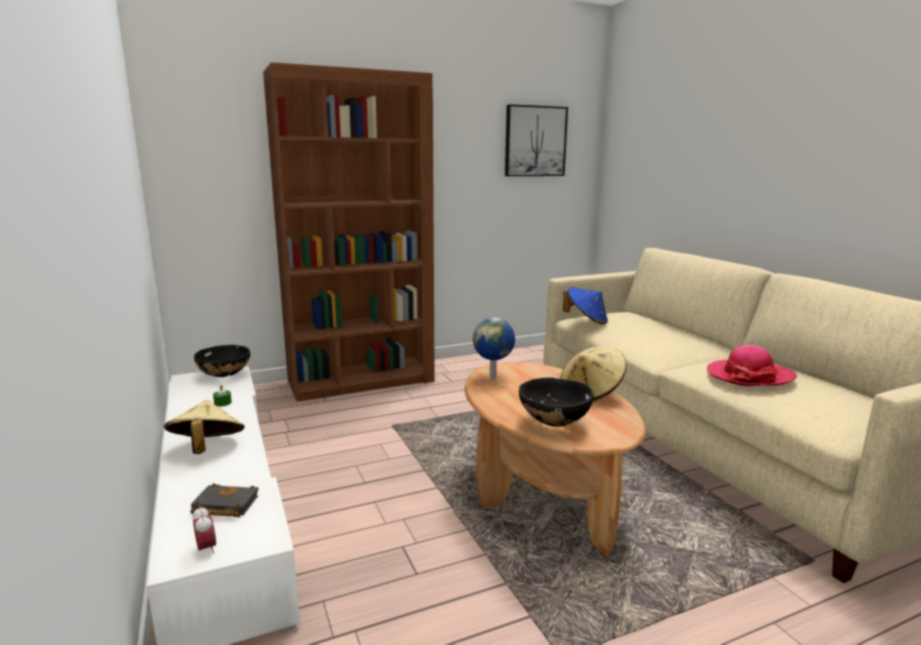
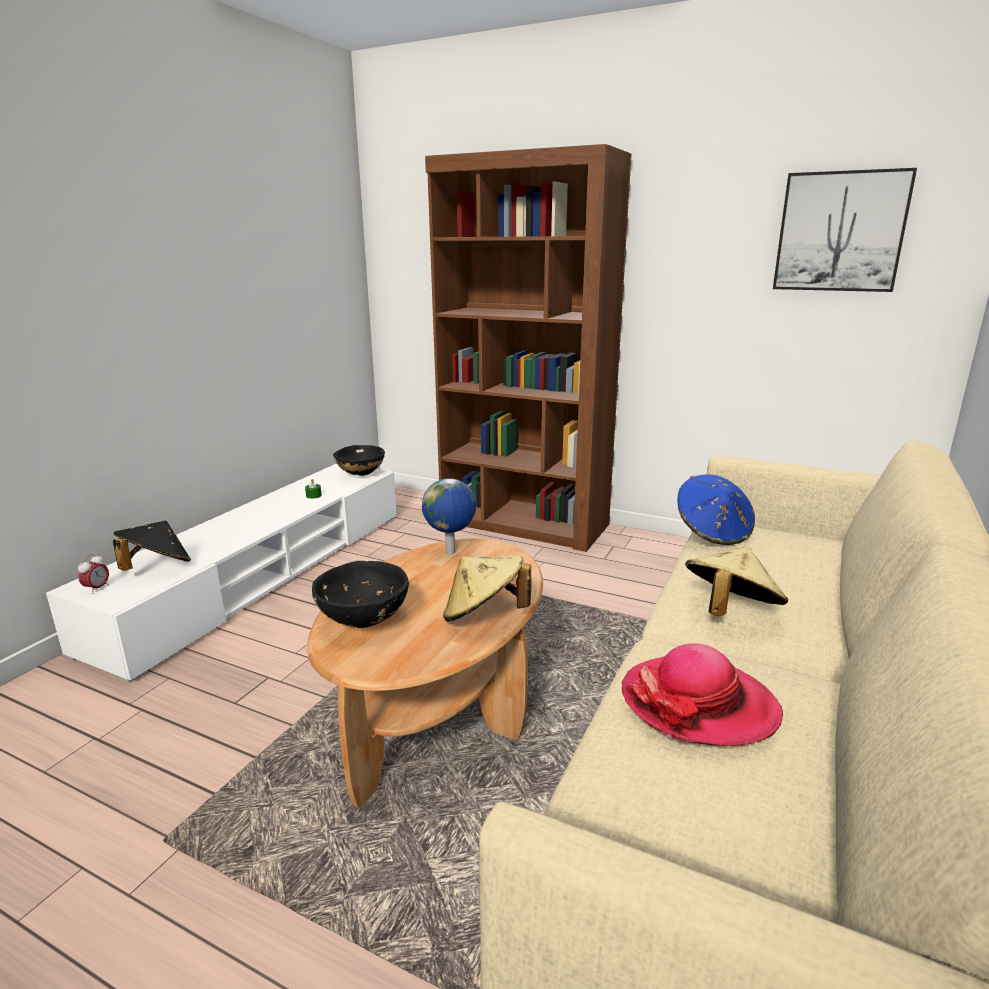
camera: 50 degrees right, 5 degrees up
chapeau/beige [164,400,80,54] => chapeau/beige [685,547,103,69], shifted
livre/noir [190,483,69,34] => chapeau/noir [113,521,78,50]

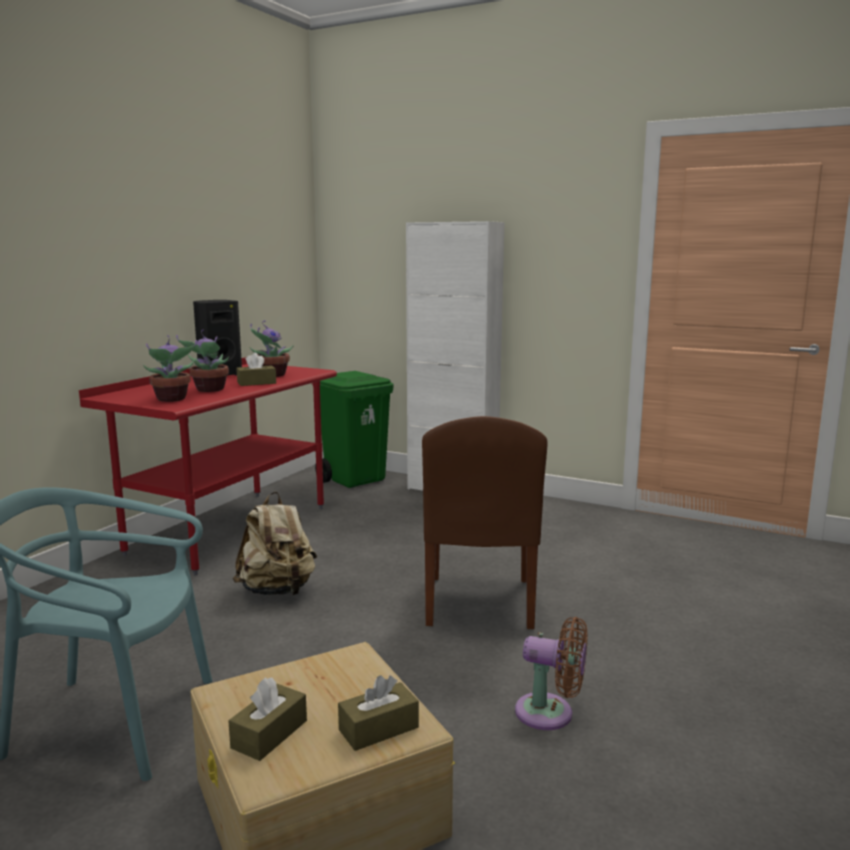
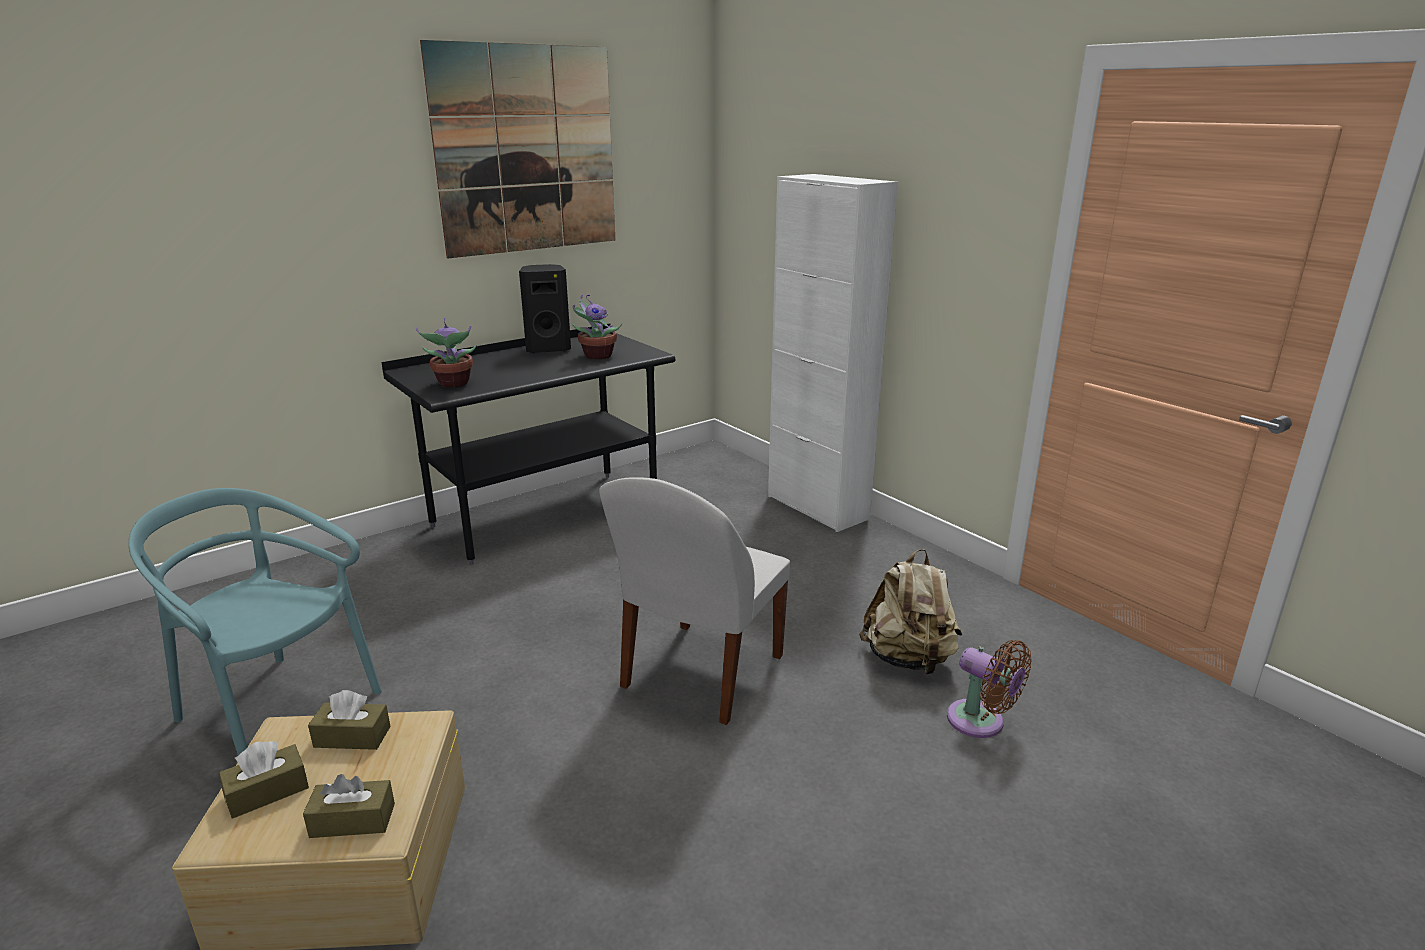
camera: 25 degrees right, 10 degrees up
plante en pot [176,329,53,63] => nothing
boîte à mouchoirs/marron [237,353,39,33] => boîte à mouchoirs/marron [308,690,83,60], shifted
bureau/rouge [79,357,258,218] => bureau/noir [381,324,294,241]
poubelle/vert [315,371,79,117] => nothing
chaise/marron [422,416,126,213] => chaise/blanc [599,477,191,248]
sac à dos/beige [233,492,84,103] => sac à dos/beige [859,549,103,125], shifted
ventilateur/marron [515,617,73,113] => ventilateur/marron [947,640,85,98], shifted
nothing => tableau [420,40,195,218]

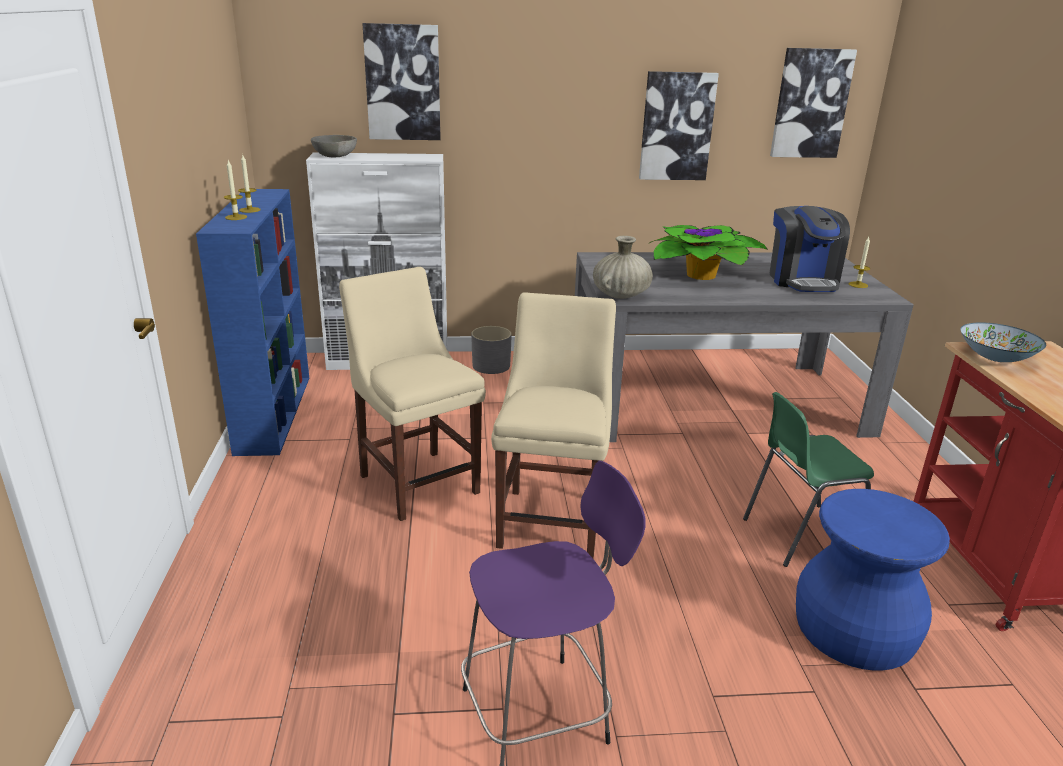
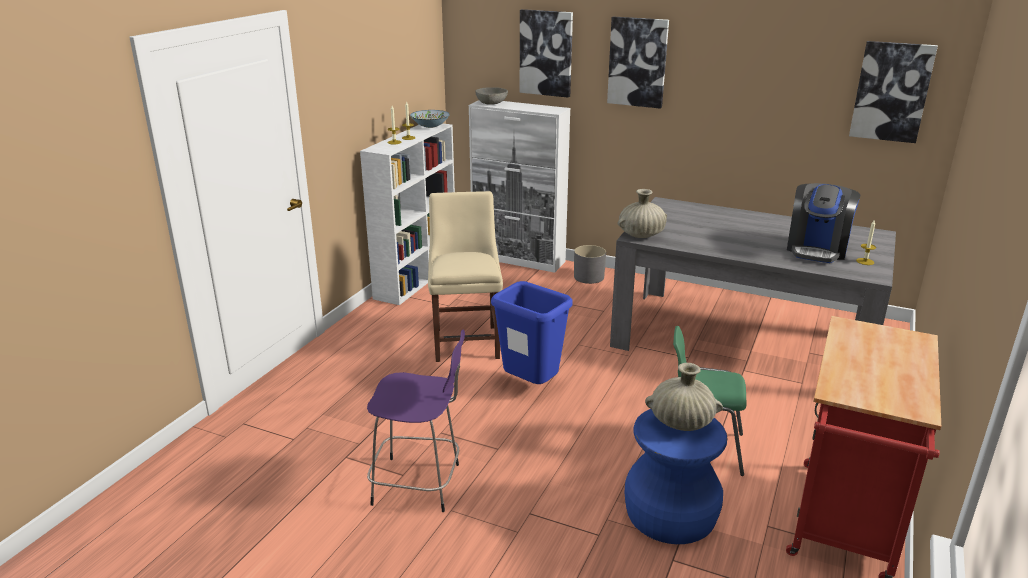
camera: 30 degrees right, 0 degrees up
tableau [639,71,80,109] => tableau [607,16,62,93], shifted
bibliothèque/bleu [196,189,113,267] => bibliothèque/blanc [360,123,95,182]
plante en pot [648,225,120,55] => nothing
chaise/beige [491,292,125,267] => poubelle/bleu [491,281,82,103]
bol [960,322,86,40] => bol [410,110,40,18], shifted
nothing => vase/beige [645,363,78,68]

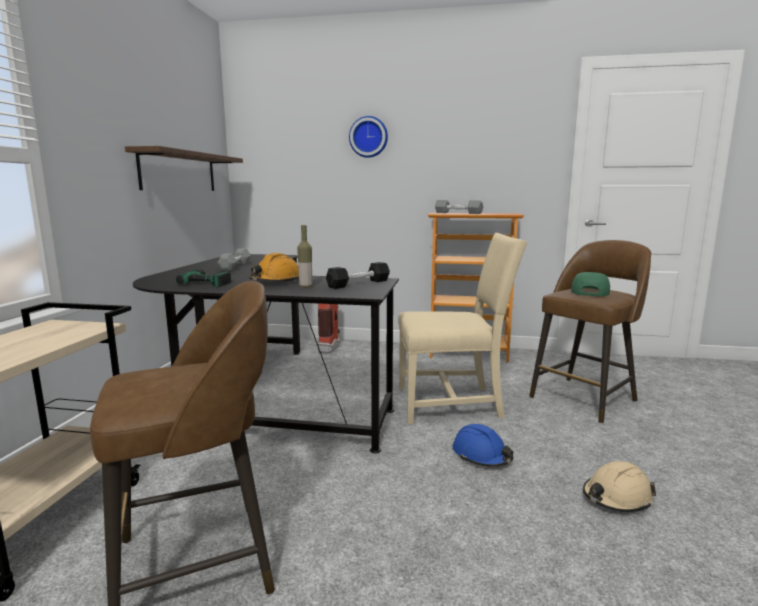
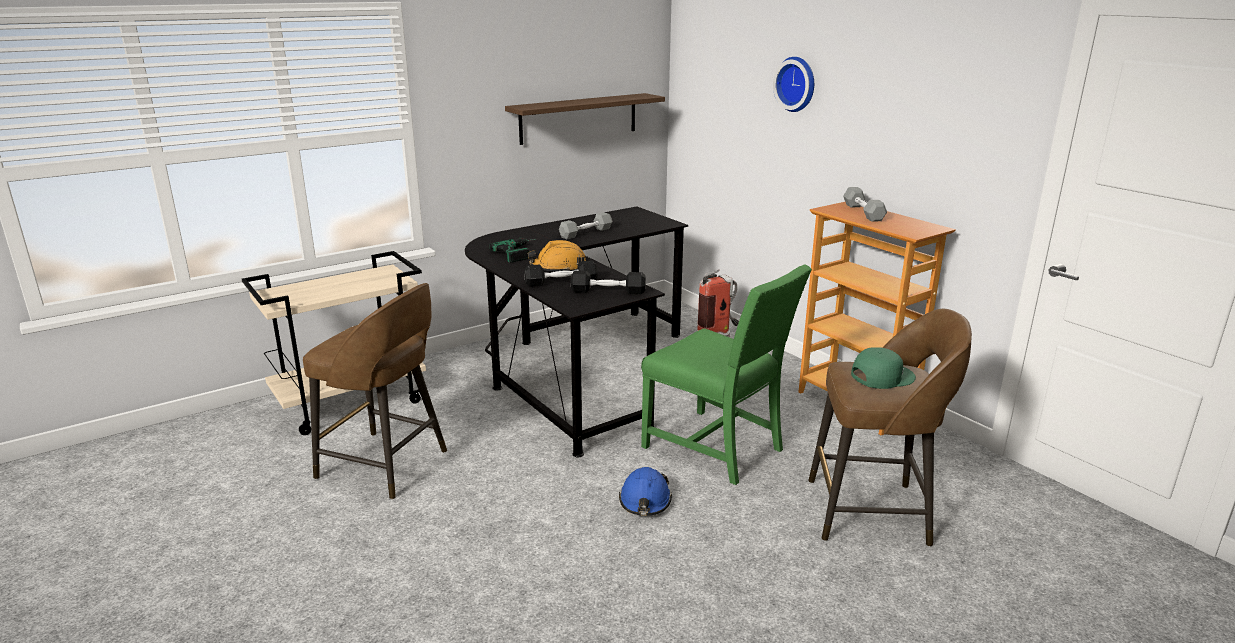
camera: 45 degrees right, 10 degrees up
bouteille [297,225,15,63] => haltère/noir [524,260,74,27]
chaise/beige [398,233,129,191] => chaise/vert [641,264,171,221]
casque de chantier/beige [583,461,73,51] => nothing

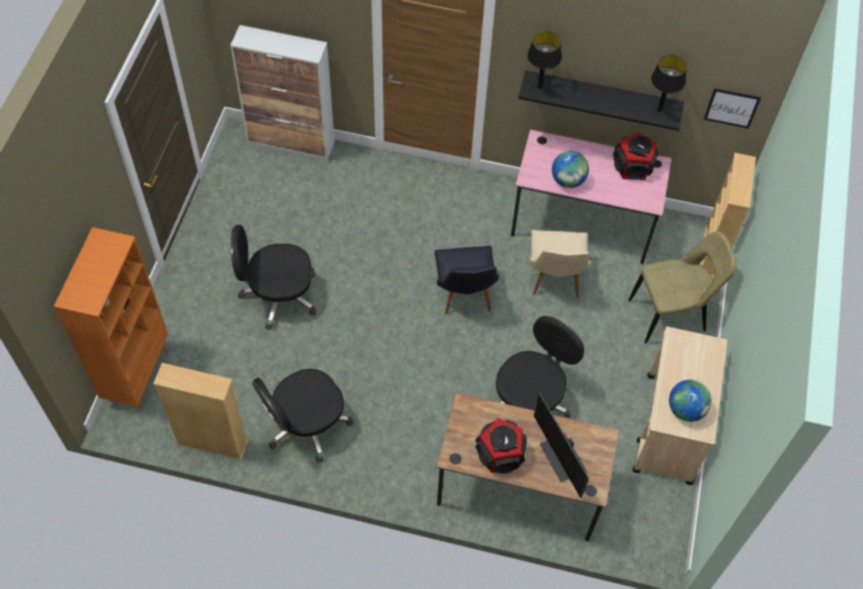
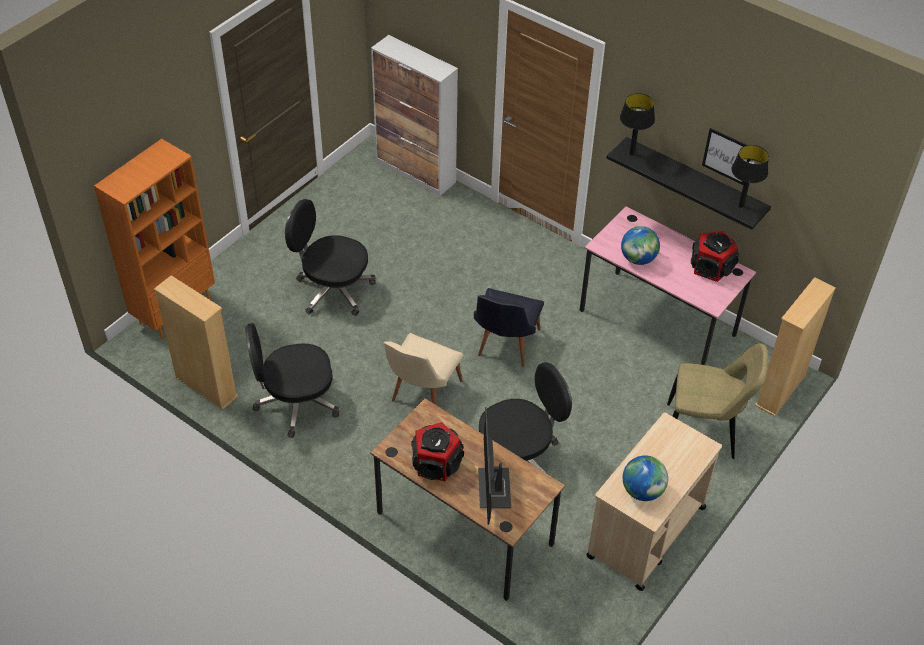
camera: 25 degrees right, 10 degrees down
tableau [704,88,57,41] => tableau [702,128,49,57], shifted
chaise/beige [529,230,62,67] => chaise/beige [384,333,79,72], shifted

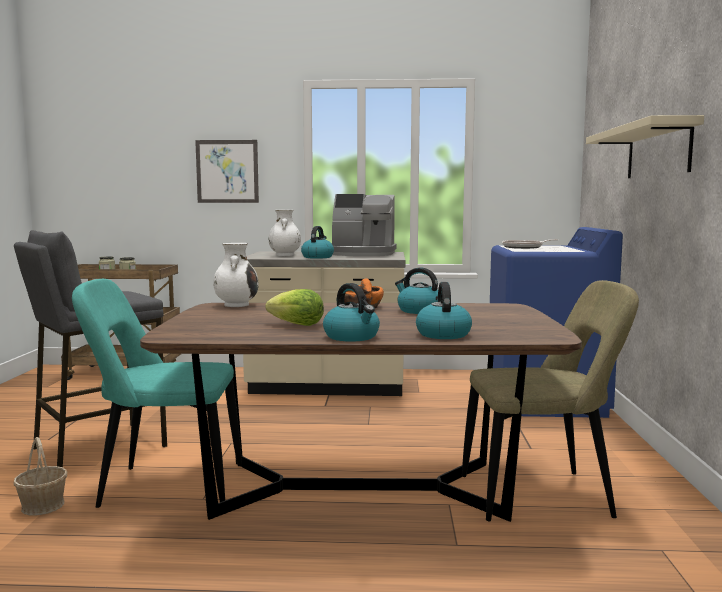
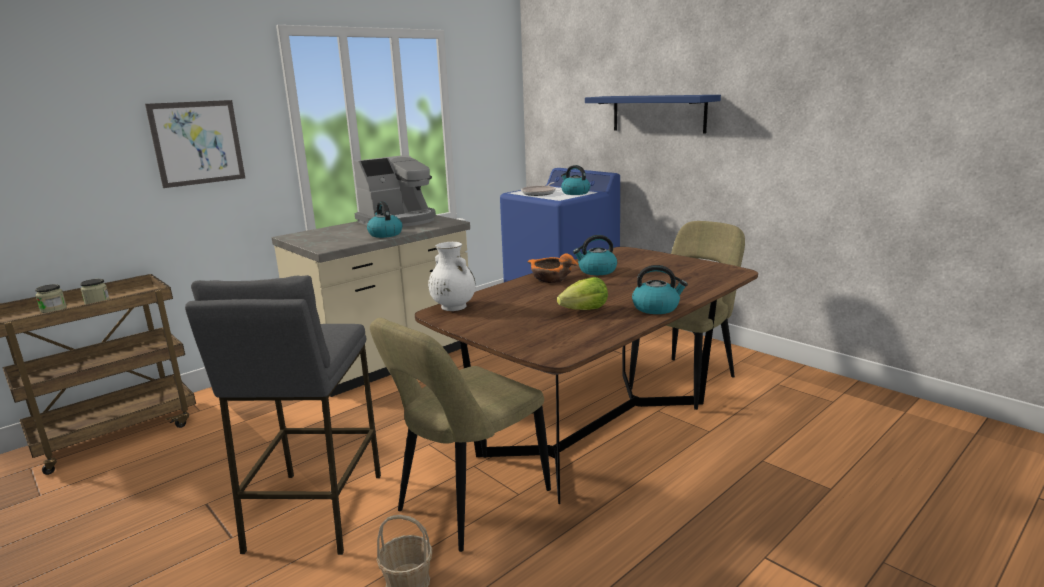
camera: 45 degrees left, 10 degrees up
étagère/beige [586,115,118,63] => étagère/bleu [585,95,136,39]
vase/blanc [269,210,32,46] => nothing
chaise/turquoise [72,279,170,229] => chaise/beige [370,318,181,234]
bouilloire [416,282,56,57] => bouilloire [561,165,29,30], shifted

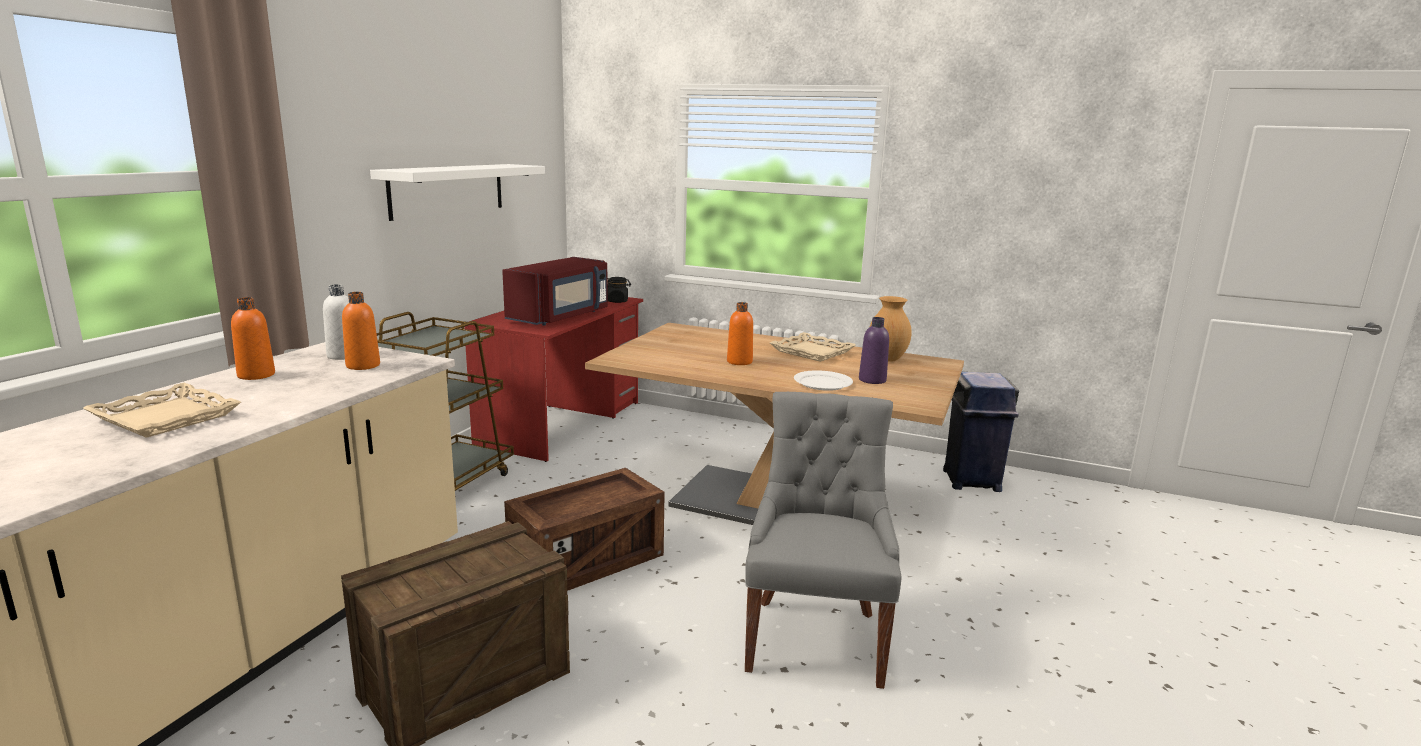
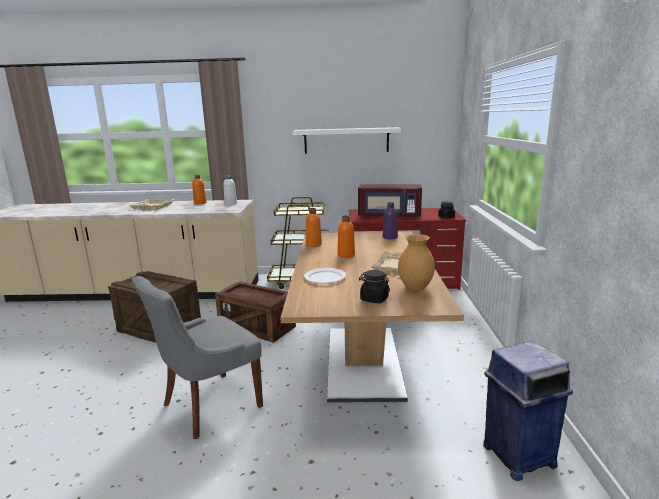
camera: 70 degrees right, 0 degrees up
bouteille/orange [342,292,38,78] => bouteille/orange [306,208,16,39], shifted
bouteille/violet [859,317,30,67] => bouteille/violet [383,202,15,37], shifted
chaise/gris [745,392,157,297] => chaise/gris [132,276,131,163], 150 degrees clockwise
nothing => bocal/noir [359,270,31,33]

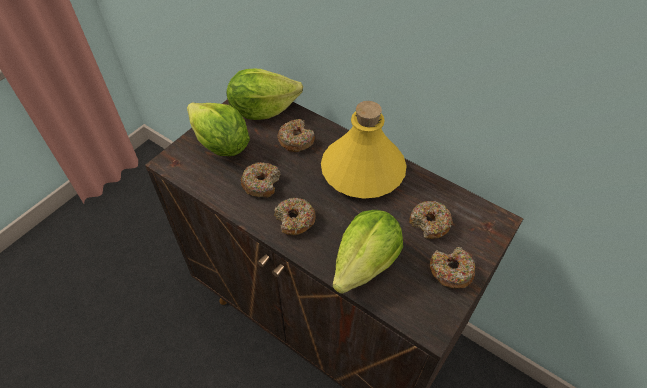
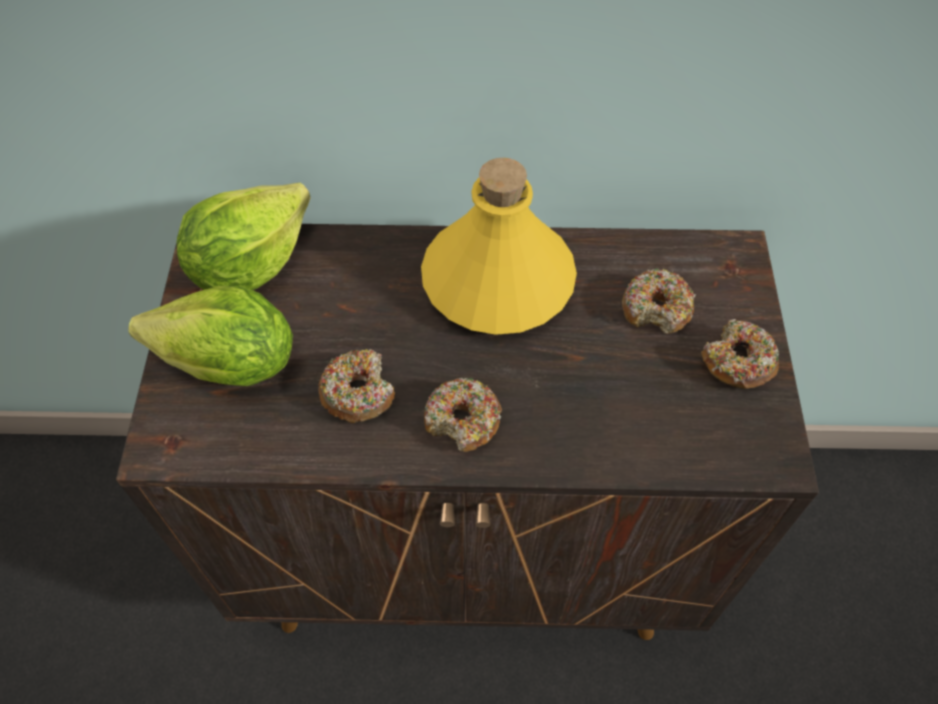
camera: 35 degrees left, 5 degrees up
beignet [278,119,37,33] => nothing
laitue [332,210,71,83] => nothing

